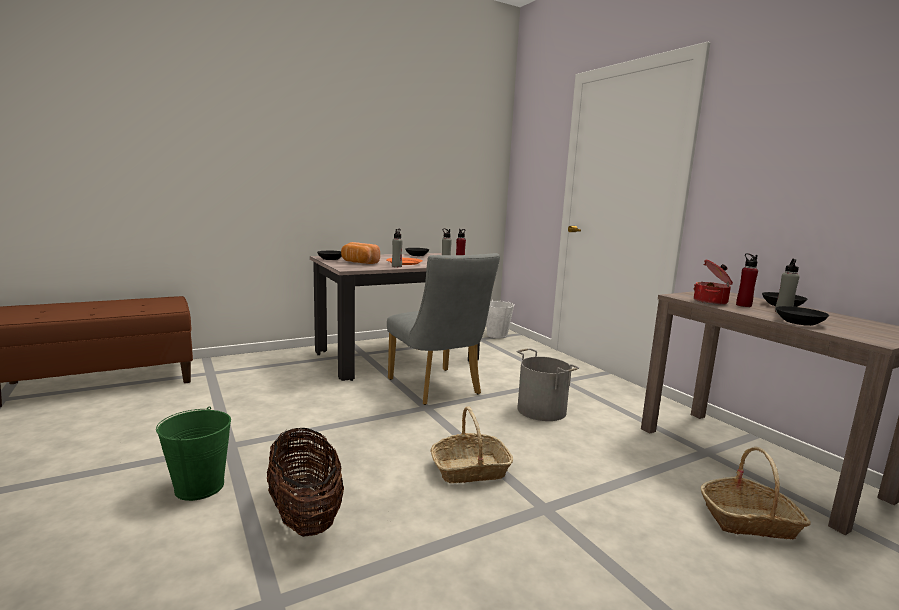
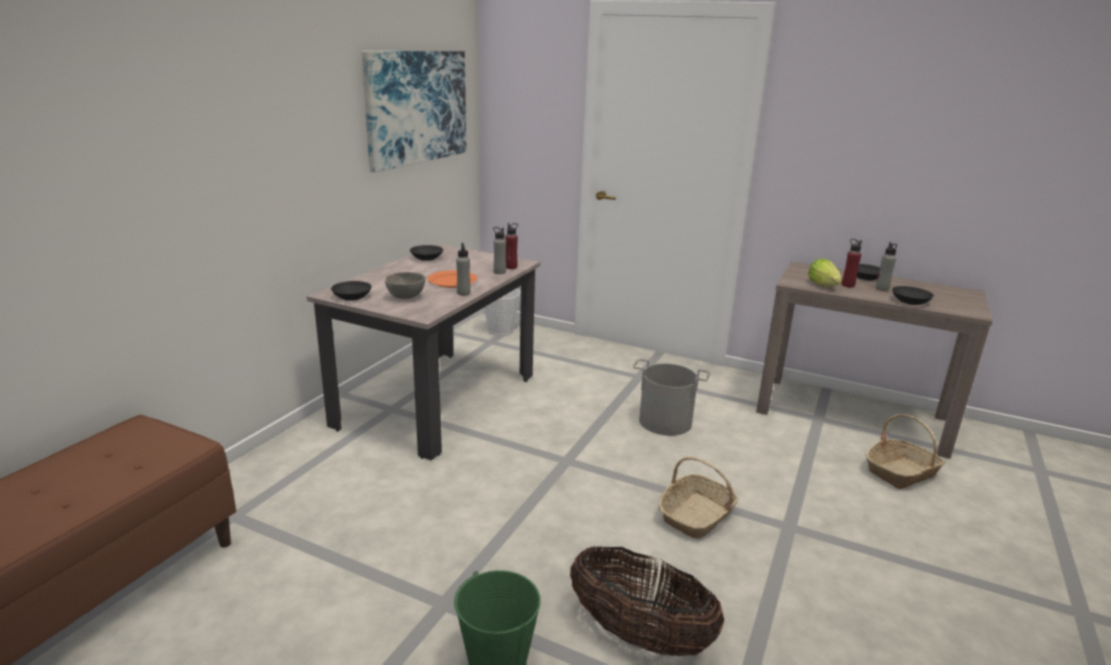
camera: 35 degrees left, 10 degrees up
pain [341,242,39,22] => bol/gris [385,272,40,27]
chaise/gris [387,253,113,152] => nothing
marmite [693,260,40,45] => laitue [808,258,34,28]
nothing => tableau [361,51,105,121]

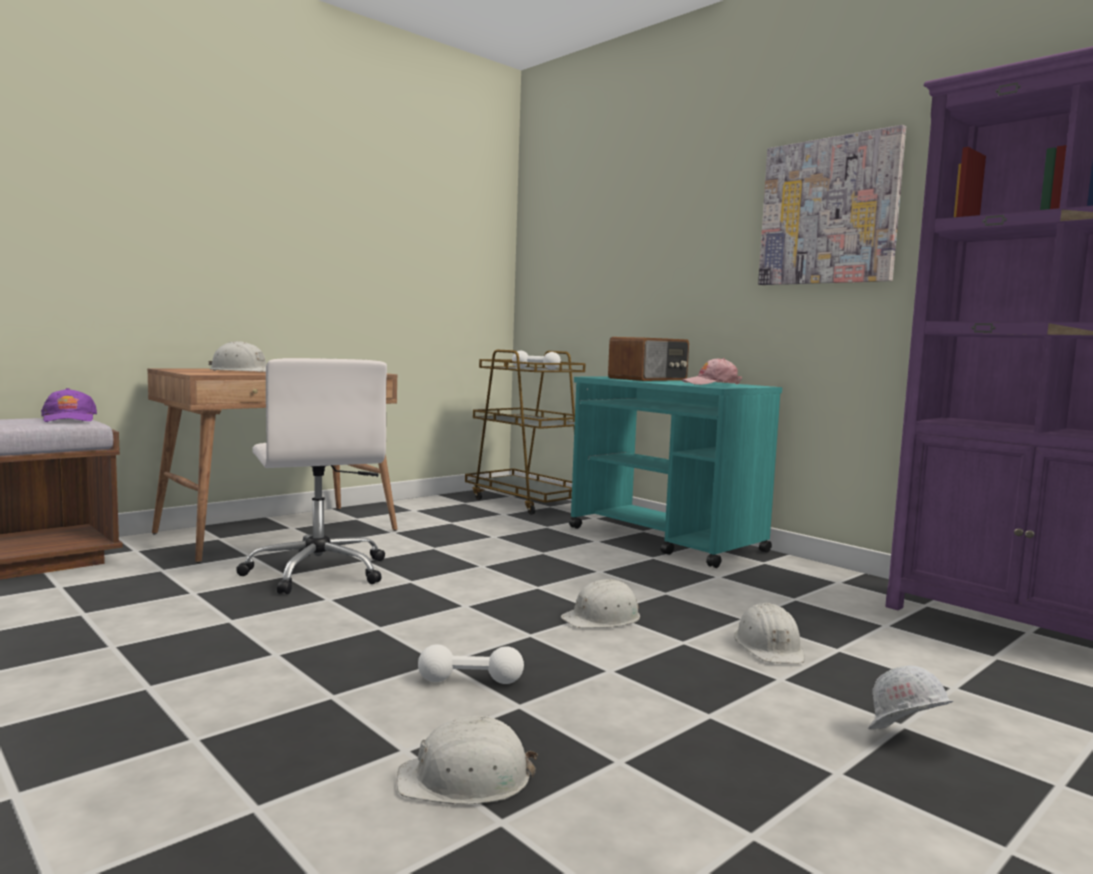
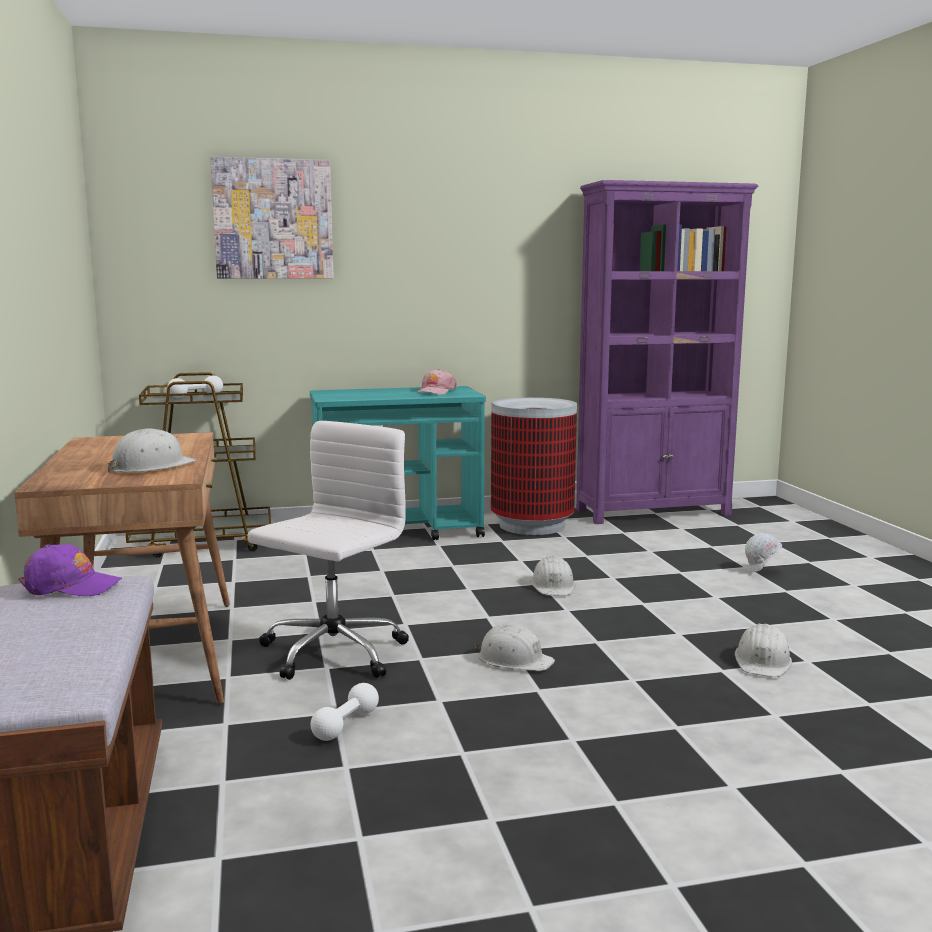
camera: 60 degrees left, 5 degrees up
tableau [758,125,148,160] => tableau [210,157,124,121], shifted
radio [608,337,81,44] => nothing
chaise de bureau/blanc [236,358,151,236] => chaise de bureau/blanc [248,421,161,259], 60 degrees counterclockwise
casque de chantier/blanc [734,603,71,61] => casque de chantier/blanc [475,624,80,47], shifted
haltère/blanc [418,644,106,40] => haltère/blanc [311,683,68,58], shifted
nothing => poubelle [491,397,86,138]

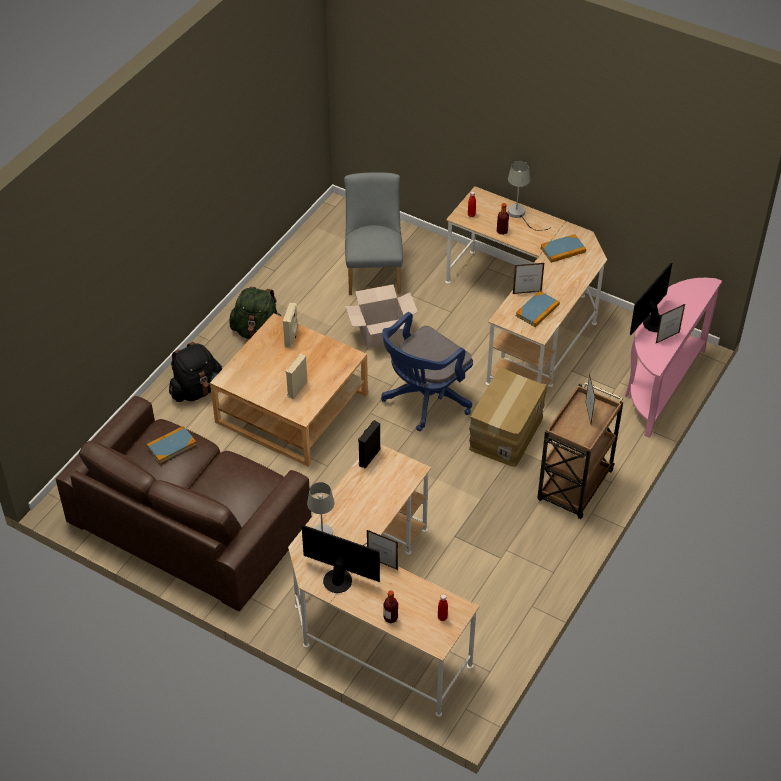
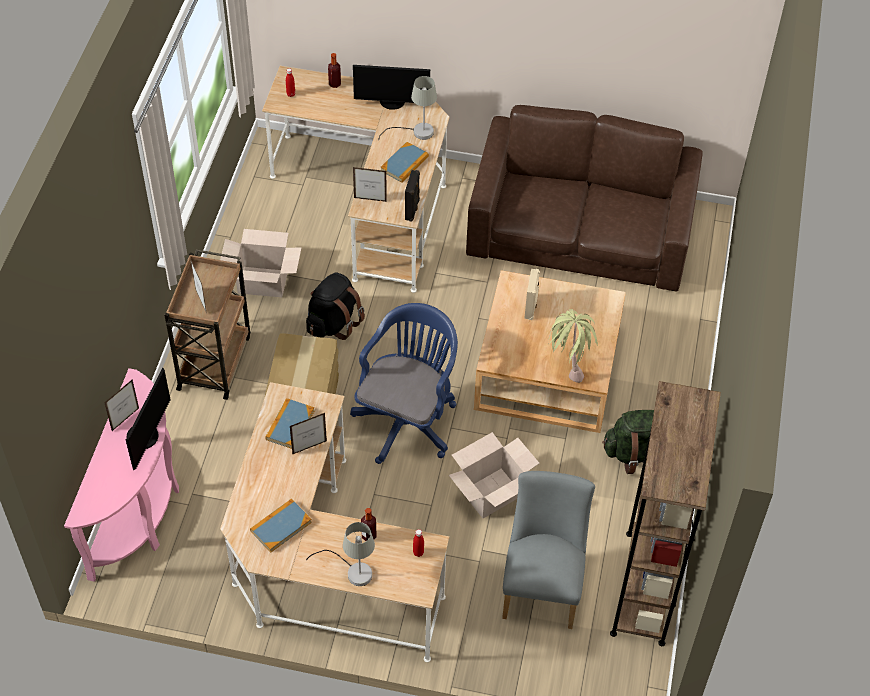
camera: 160 degrees right, 5 degrees up
chaise/gris [344,172,59,123] => chaise/gris [502,471,93,158], 150 degrees counterclockwise
enceinte/beige [283,303,15,45] => plante en pot [548,309,50,74]
sac à dos/noir [169,342,53,60] => sac à dos/noir [306,272,59,68], shifted
livre [146,426,50,38] => livre [380,142,49,41], shifted
cadre photo [367,530,31,40] => cadre photo [353,167,34,35], shifted
nothing => carton [220,229,82,68]
nothing => bibliothèque/marron [610,381,111,265]

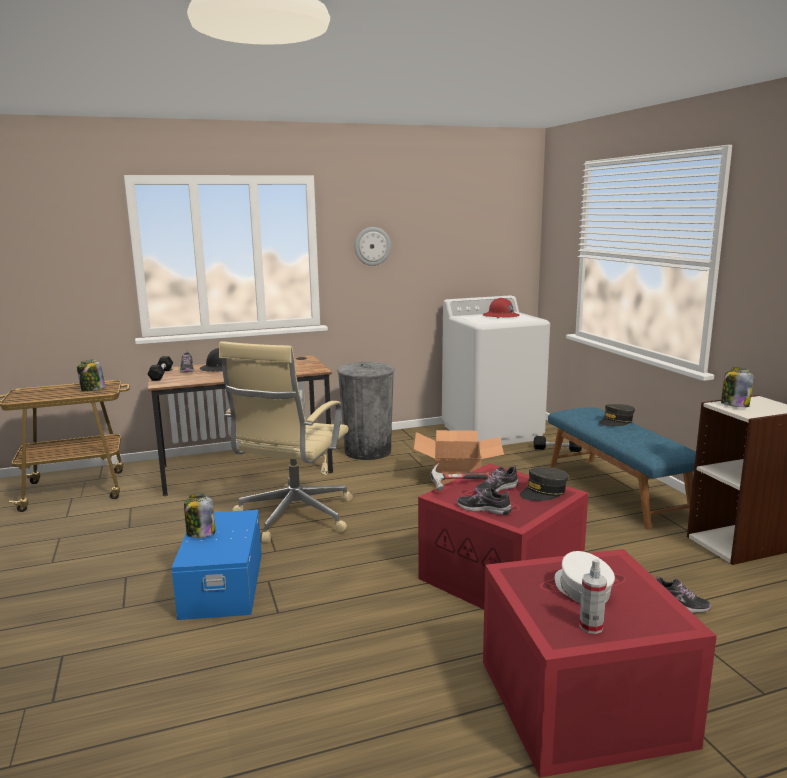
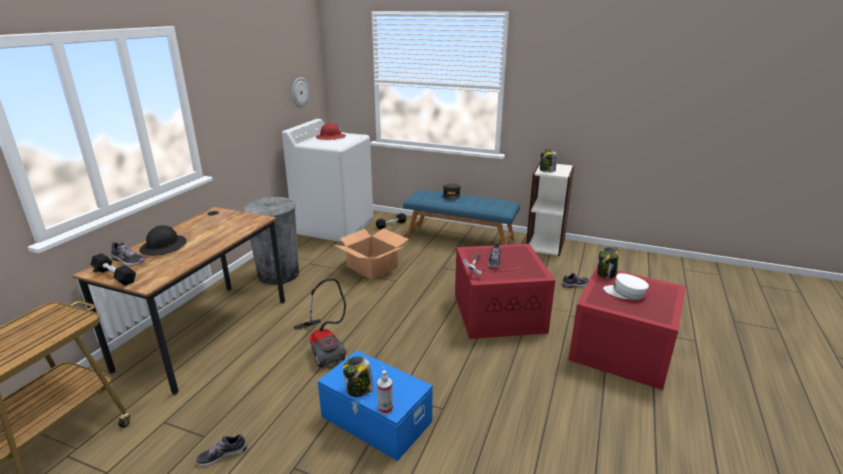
camera: 50 degrees left, 10 degrees up
horloge murale [355,227,36,39] => horloge murale [292,77,17,31], shifted
chaise de bureau/beige [219,341,134,202] => aspirateur [293,278,54,91]
bocal [77,360,28,32] => bocal [597,247,22,32], shifted
casquette/gris [519,467,50,34] => nothing
chaussure [457,487,55,28] => chaussure [196,433,51,33], shifted
vaporisateur [579,559,28,75] => vaporisateur [377,370,16,44], shifted

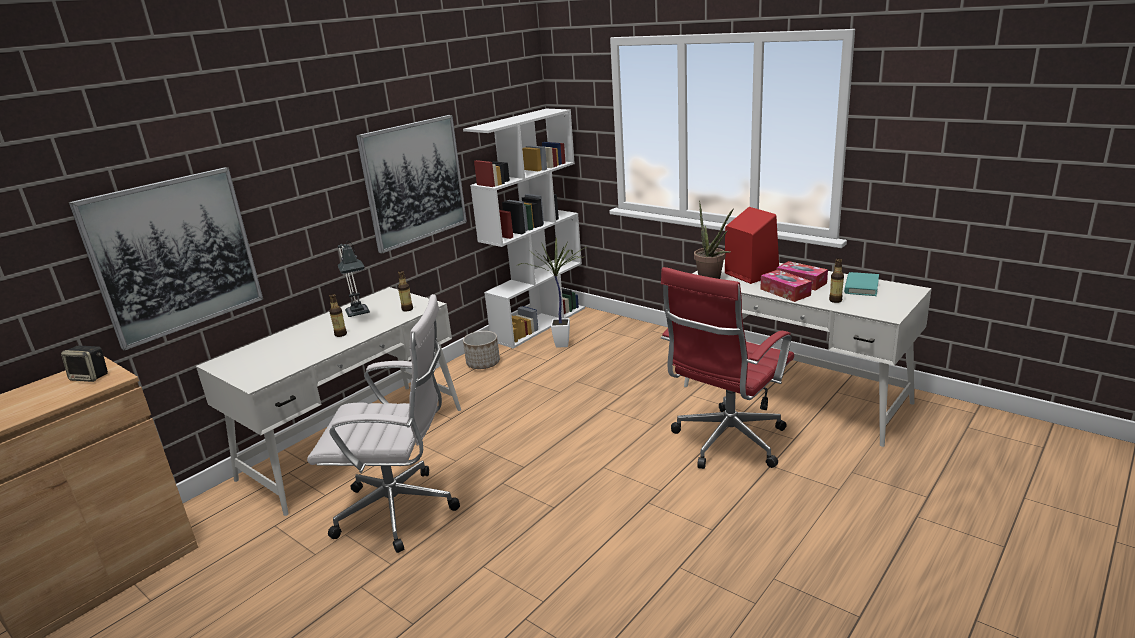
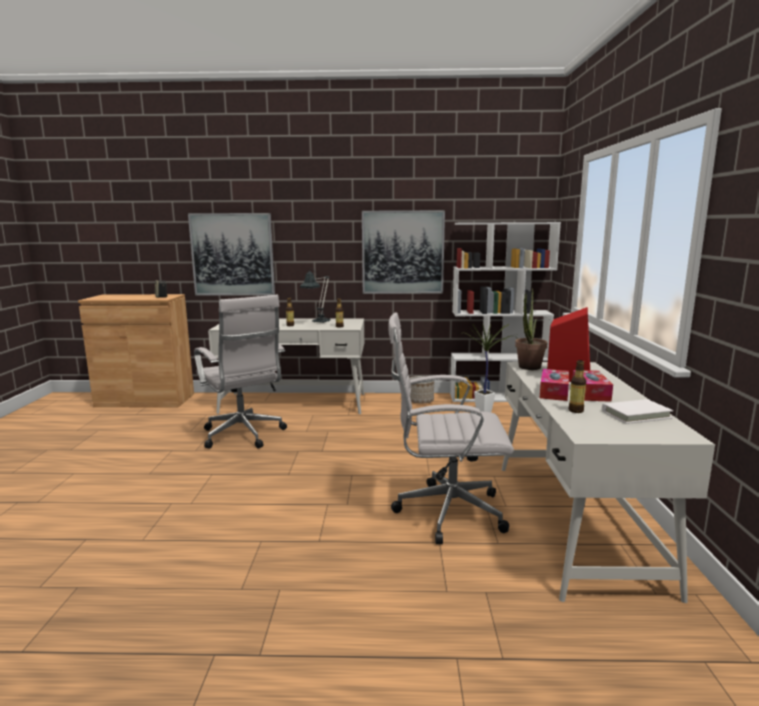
camera: 50 degrees right, 10 degrees down
chaise de bureau/rouge [661,267,133,202] => chaise de bureau/blanc [388,312,126,232]
livre/turquoise [844,272,35,24] => livre/blanc [602,399,71,25]

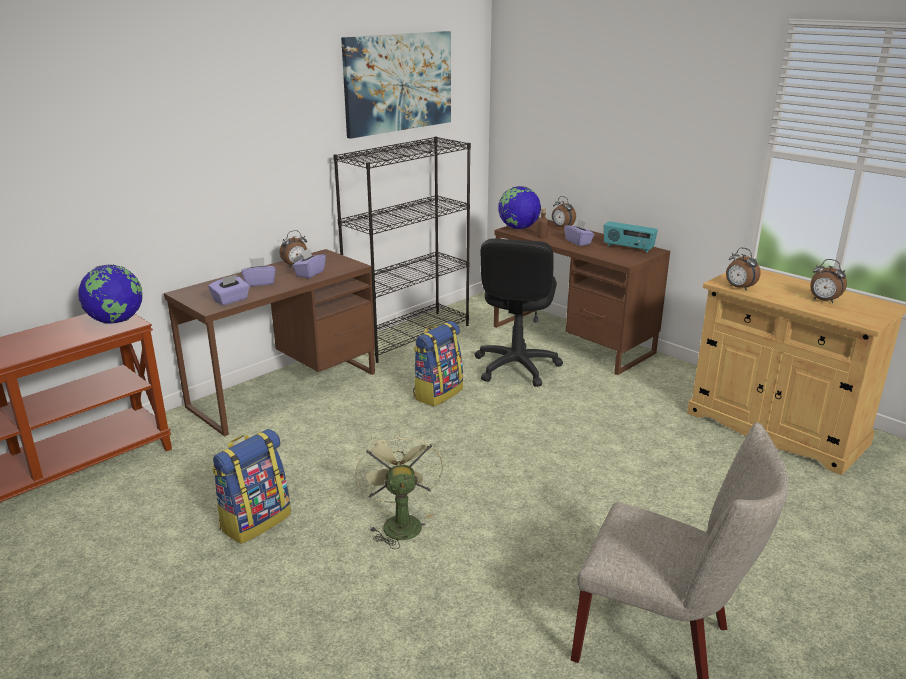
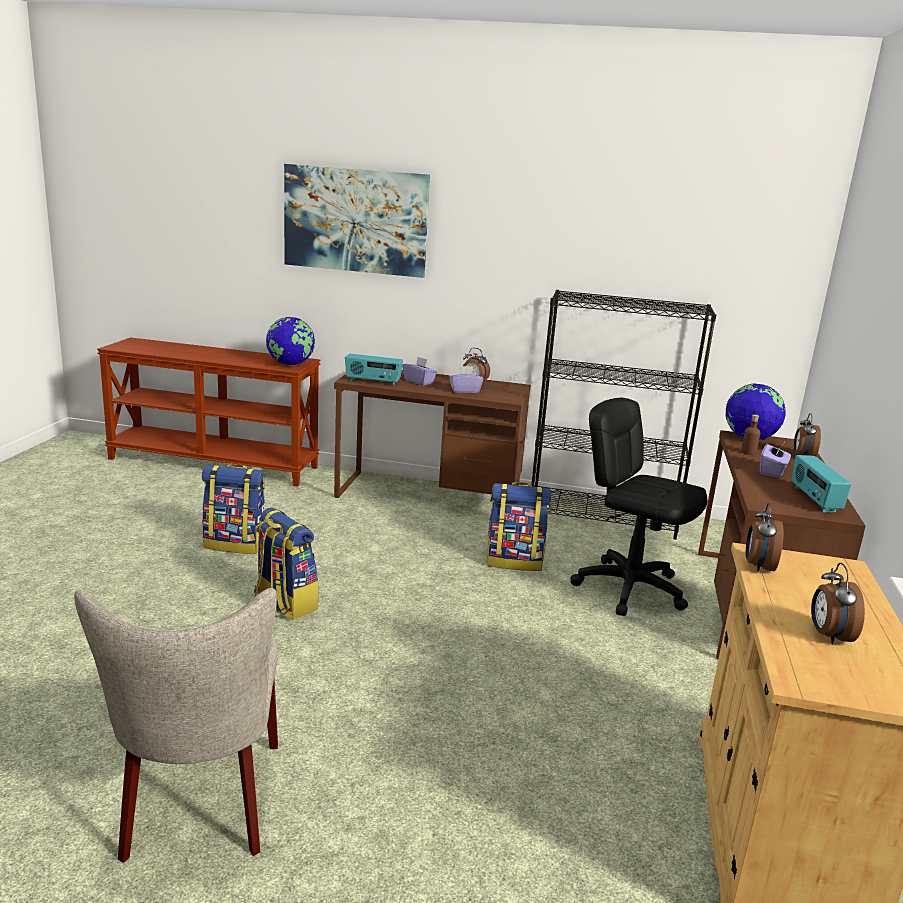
camera: 55 degrees right, 5 degrees down
tableau [341,31,110,108] => tableau [284,164,146,114], shifted
chaise de bureau/noir [474,238,89,149] => chaise de bureau/noir [570,398,137,218], 60 degrees clockwise
boîte à mouchoirs/violet [208,274,42,31] => radio [345,354,58,32]
ventilateur/vert [355,429,88,120] => sac à dos [254,507,64,113]

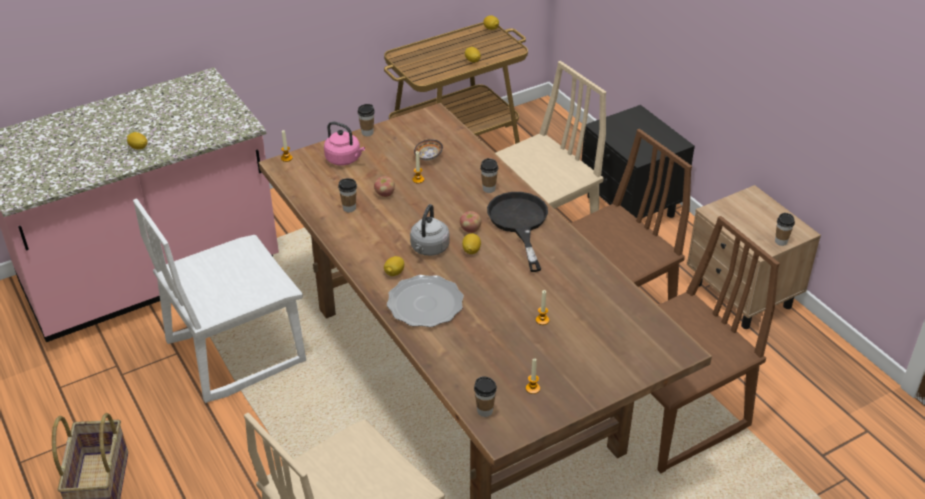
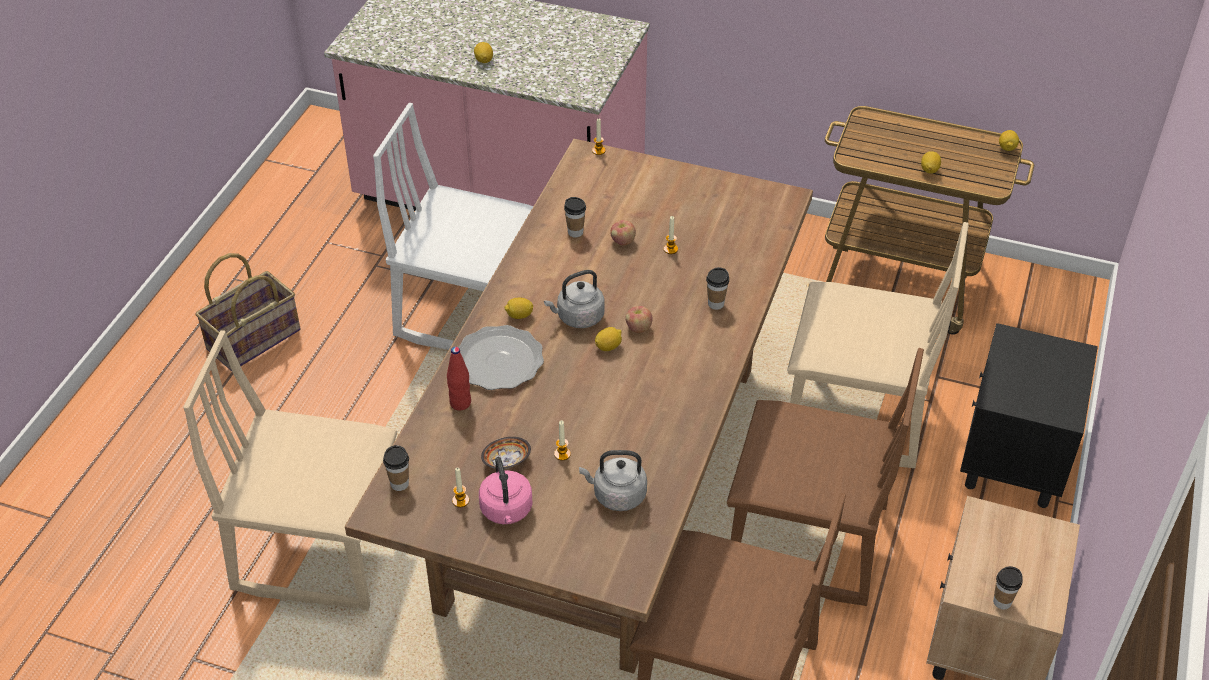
camera: 50 degrees right, 5 degrees up
tasse [358,104,17,32] => nothing
bouilloire/rose [324,122,41,44] => bouilloire/rose [479,457,54,67], shifted
bol [414,139,29,22] => bol [481,437,50,32], shifted
poêle/noir [487,192,61,80] => nothing
nothing => bouteille/rouge [447,347,24,64]
nothing => bouilloire/gris [579,450,68,61]

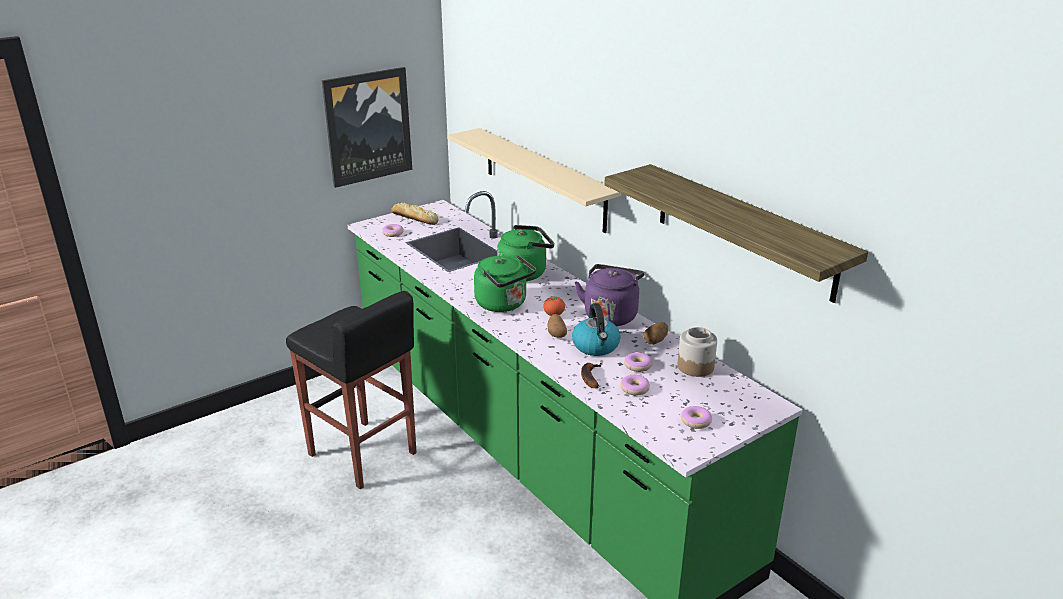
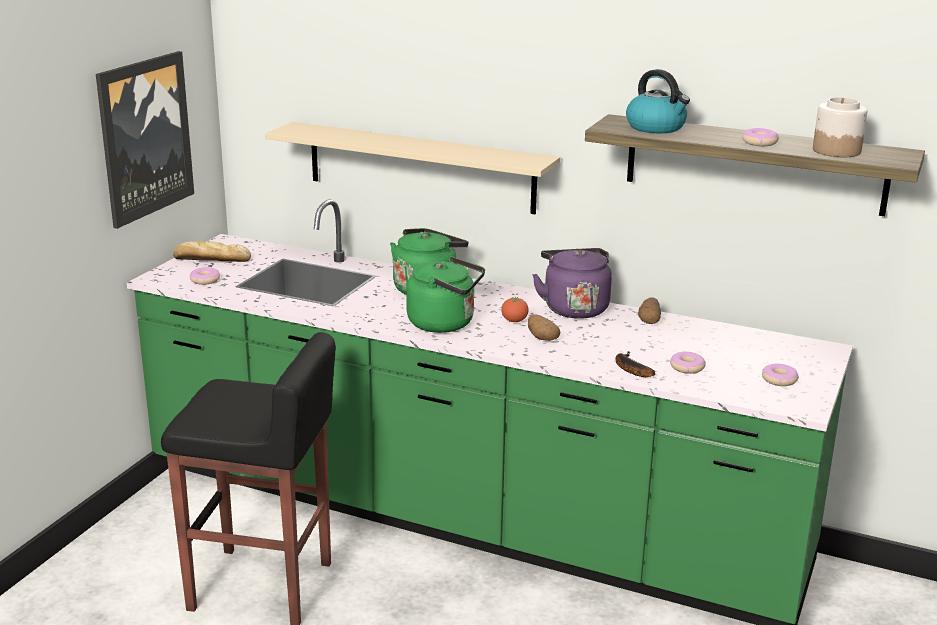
camera: 30 degrees left, 5 degrees down
bouilloire [572,303,49,53] => bouilloire [626,69,64,64], shifted
bocal [677,327,40,50] => bocal [813,97,54,60], shifted
beignet [624,352,28,20] => beignet [742,128,37,18], shifted

